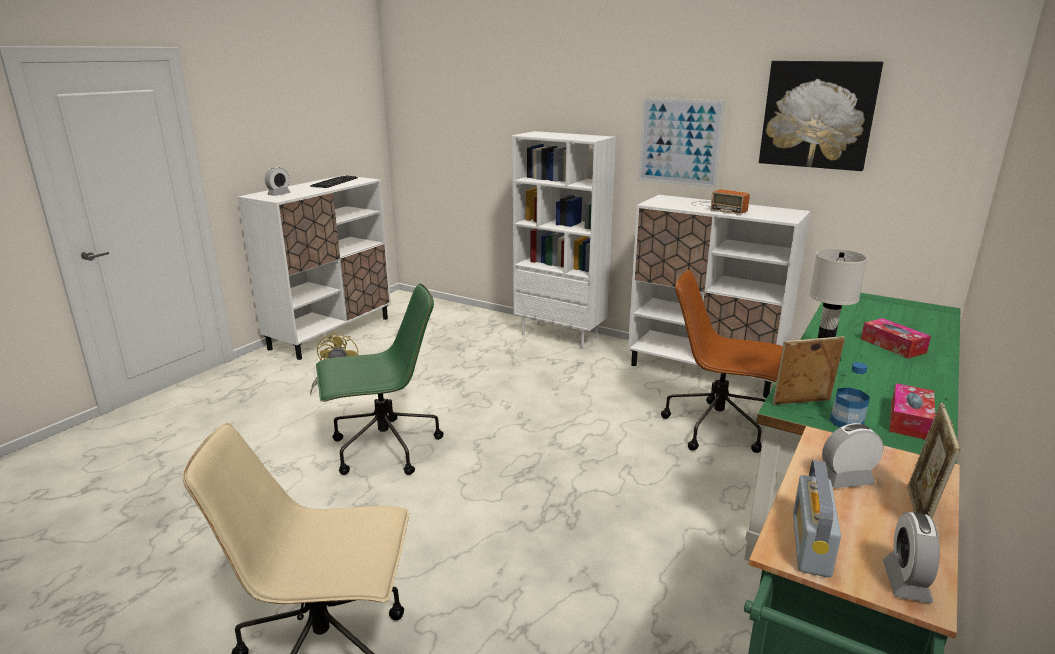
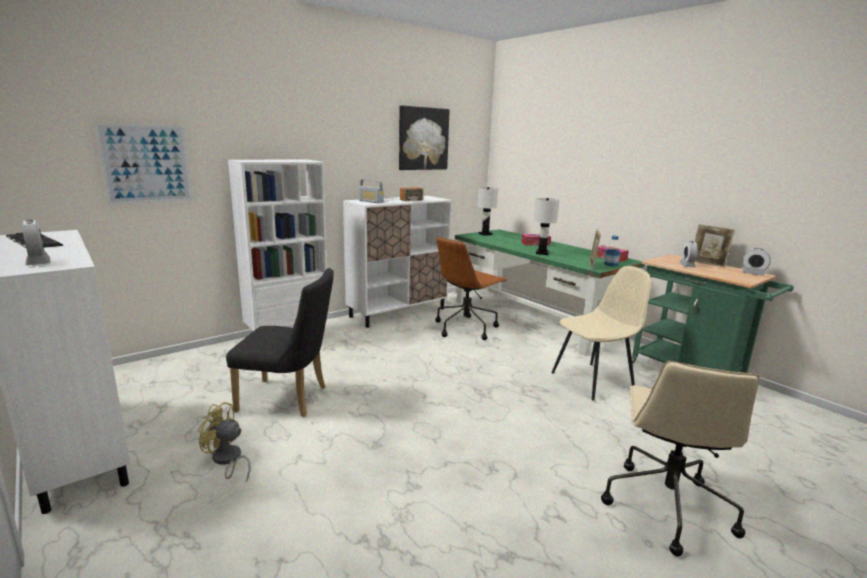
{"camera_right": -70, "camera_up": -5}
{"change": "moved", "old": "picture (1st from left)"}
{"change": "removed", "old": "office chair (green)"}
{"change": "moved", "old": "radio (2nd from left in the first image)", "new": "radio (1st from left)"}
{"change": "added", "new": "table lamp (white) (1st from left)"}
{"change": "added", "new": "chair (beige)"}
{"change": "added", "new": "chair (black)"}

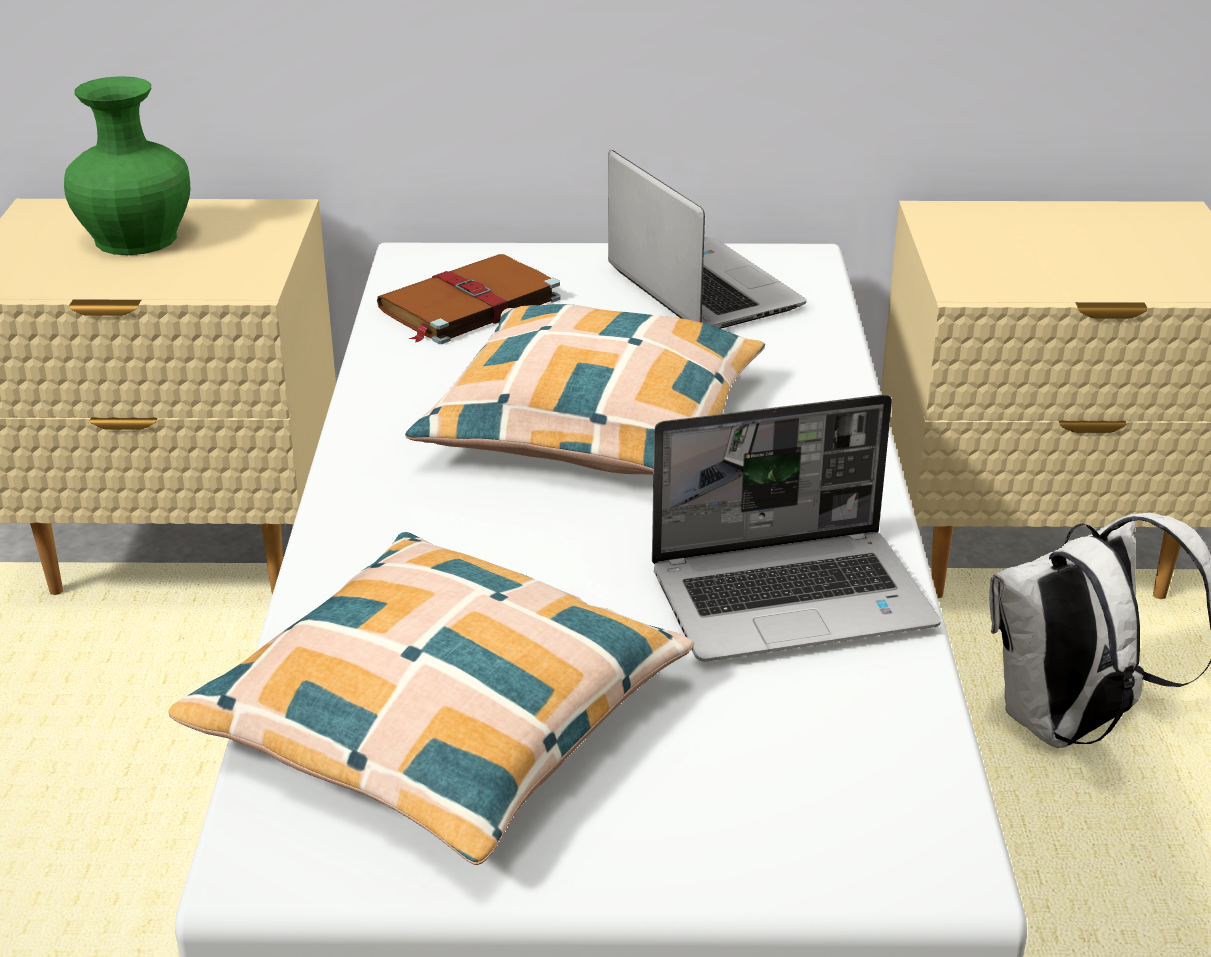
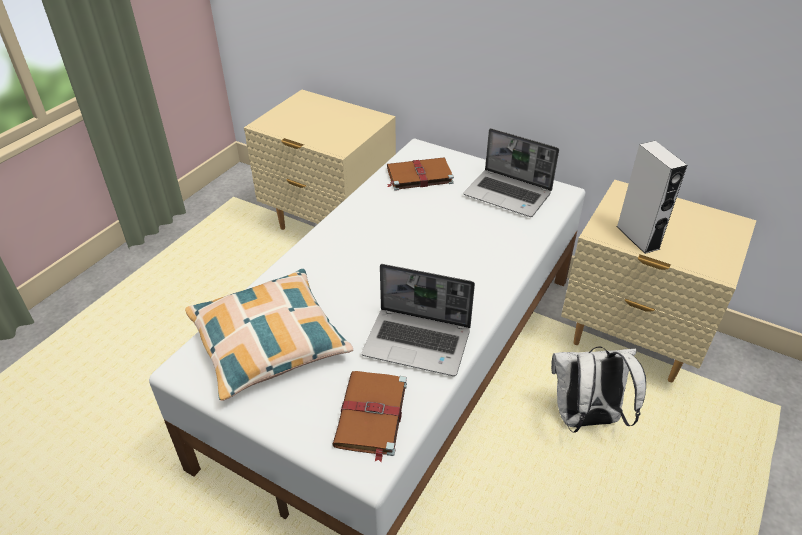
{"camera_right": 30, "camera_up": 10}
{"change": "removed", "old": "vase (green)"}
{"change": "turned", "old": "laptop (1st from left in the first image)", "degrees": 120}
{"change": "removed", "old": "pillow (2nd from left)"}
{"change": "added", "new": "speaker (grey)"}
{"change": "added", "new": "book (brown) (1st from left)"}

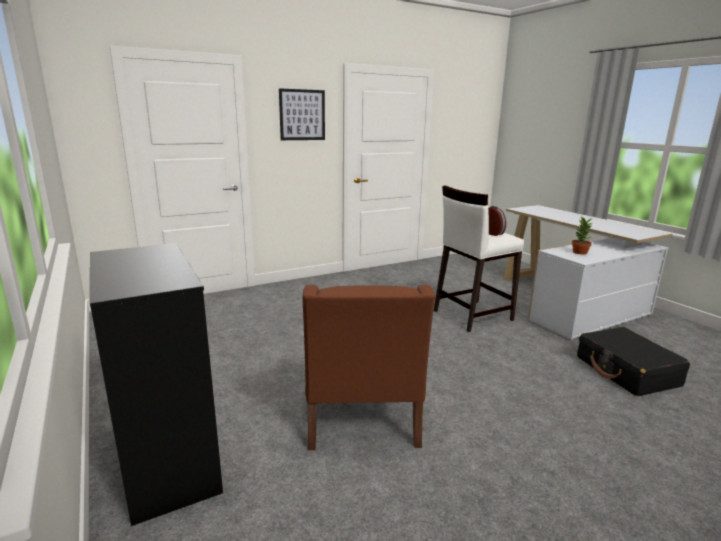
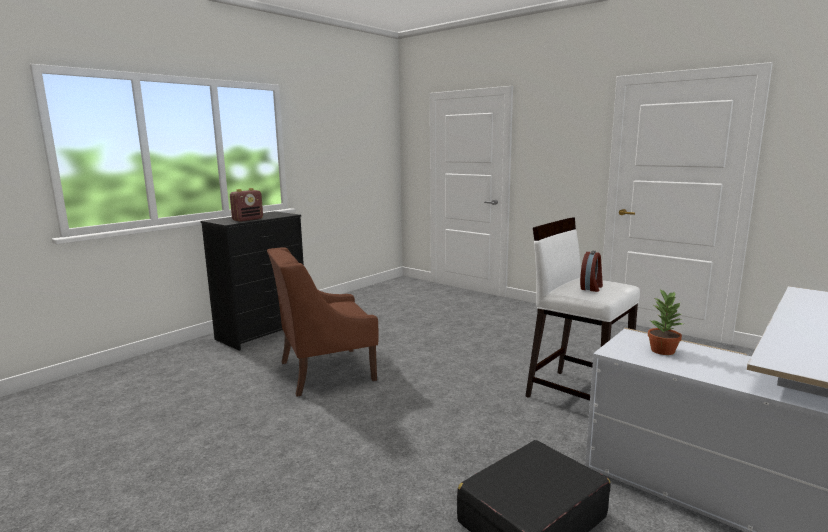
{"camera_right": 70, "camera_up": -5}
{"change": "removed", "old": "picture"}
{"change": "added", "new": "radio"}

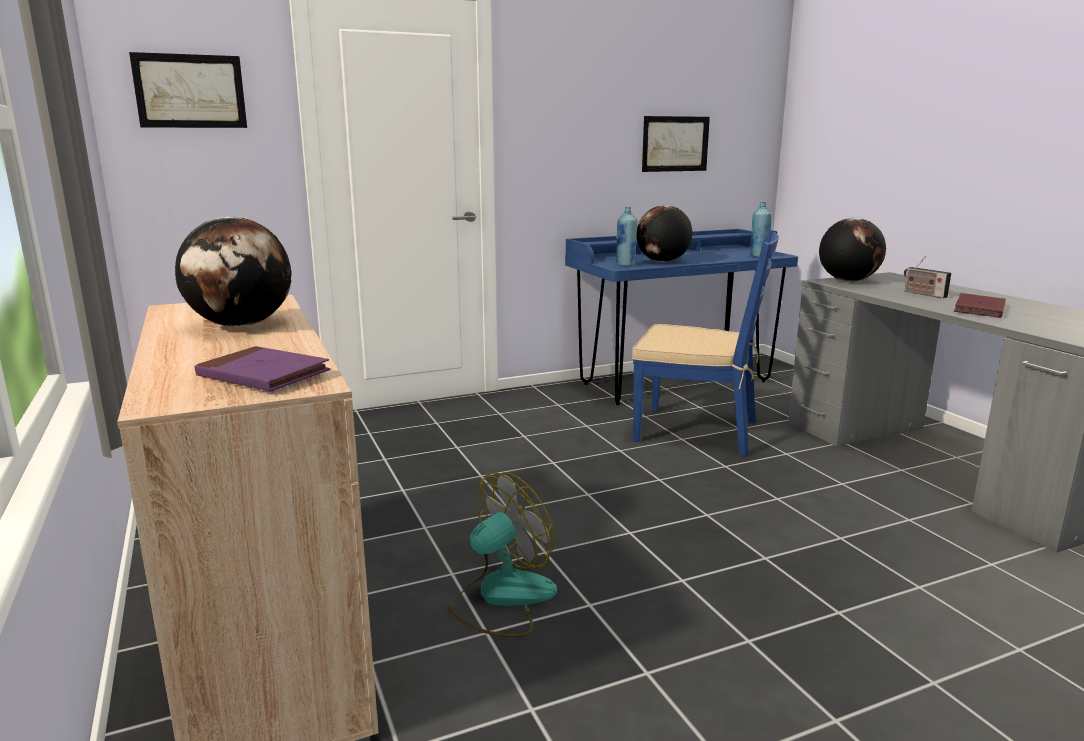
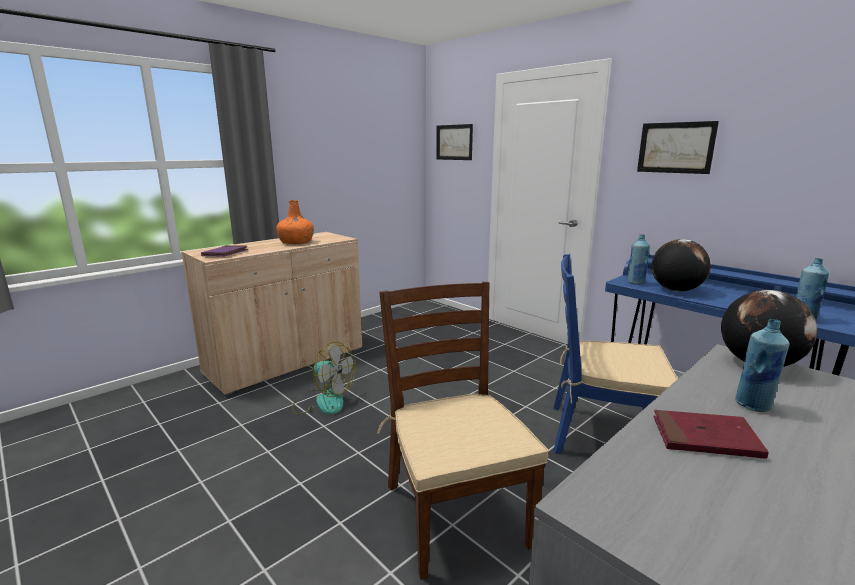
{"camera_right": 70, "camera_up": 0}
{"change": "moved", "old": "picture (2nd from left)"}
{"change": "replaced", "old": "globe (1st from left)", "new": "bottle (orange)"}
{"change": "turned", "old": "chair (blue)", "degrees": 105}
{"change": "replaced", "old": "radio", "new": "bottle (blue) (2nd from left)"}
{"change": "added", "new": "chair (brown)"}

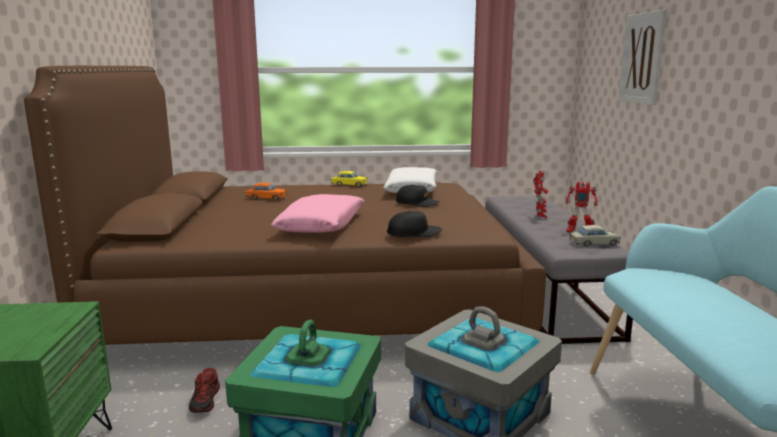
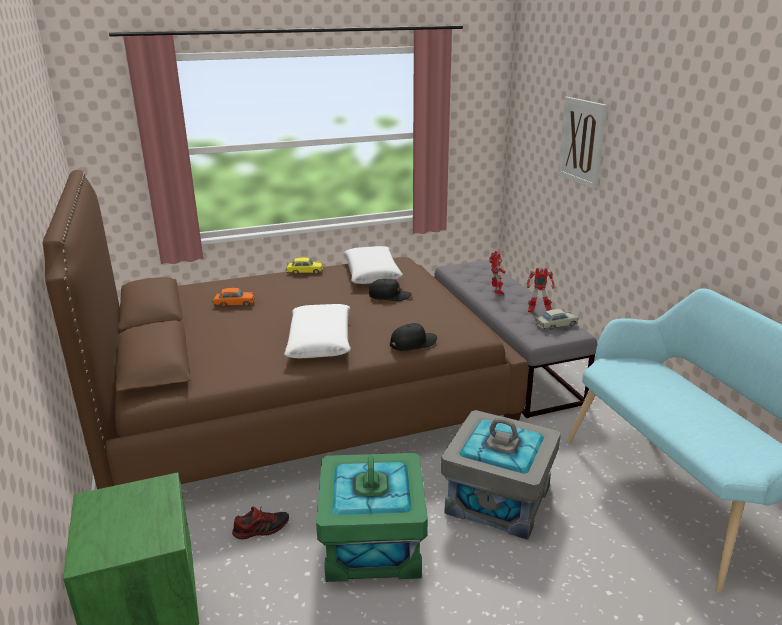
{"camera_right": -15, "camera_up": 10}
{"change": "recoloured", "old": "pillow (pink)", "new": "pillow (white) (1st from left)"}
{"change": "turned", "old": "shoe", "degrees": -90}

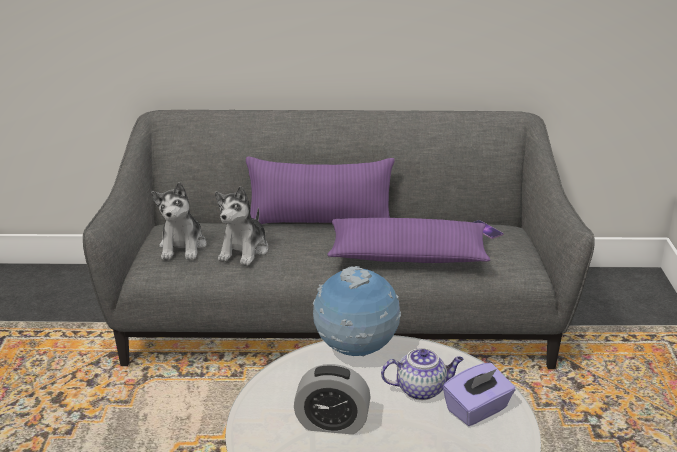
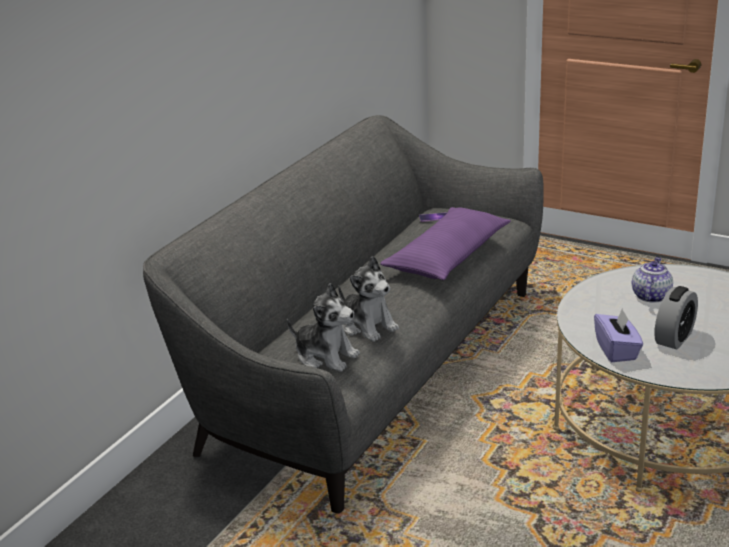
{"camera_right": -60, "camera_up": 0}
{"change": "removed", "old": "pillow (purple) (1st from left)"}
{"change": "removed", "old": "globe"}
{"change": "moved", "old": "tissue box (purple)"}

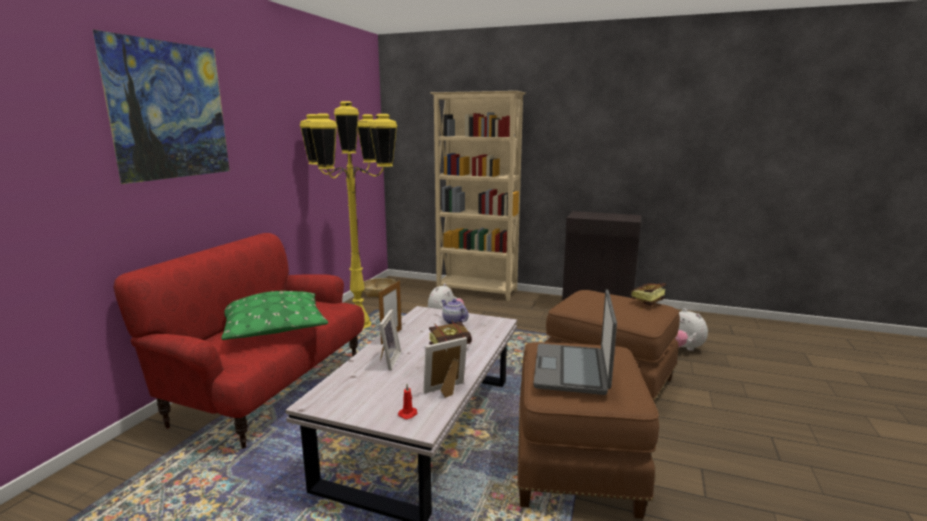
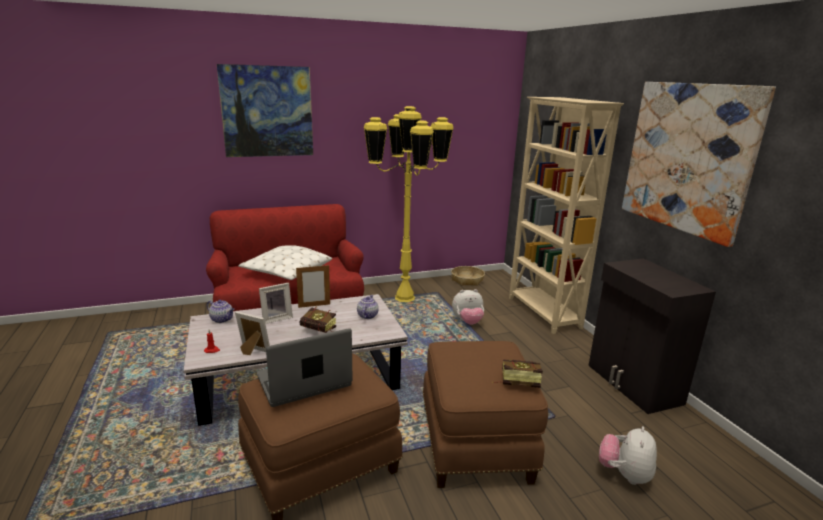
{"camera_right": 50, "camera_up": 5}
{"change": "recoloured", "old": "pillow (green)", "new": "pillow (white)"}
{"change": "added", "new": "picture (2nd from left)"}
{"change": "added", "new": "teapot (1st from left)"}

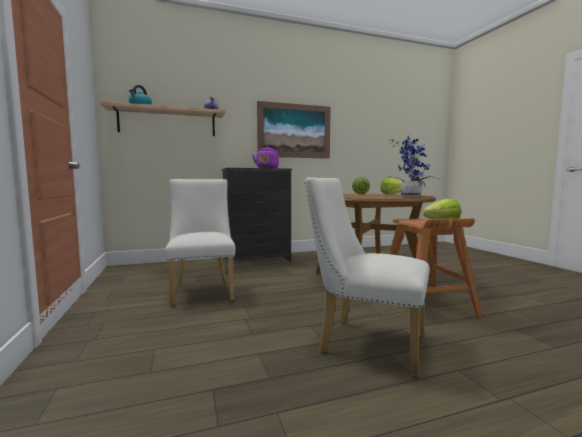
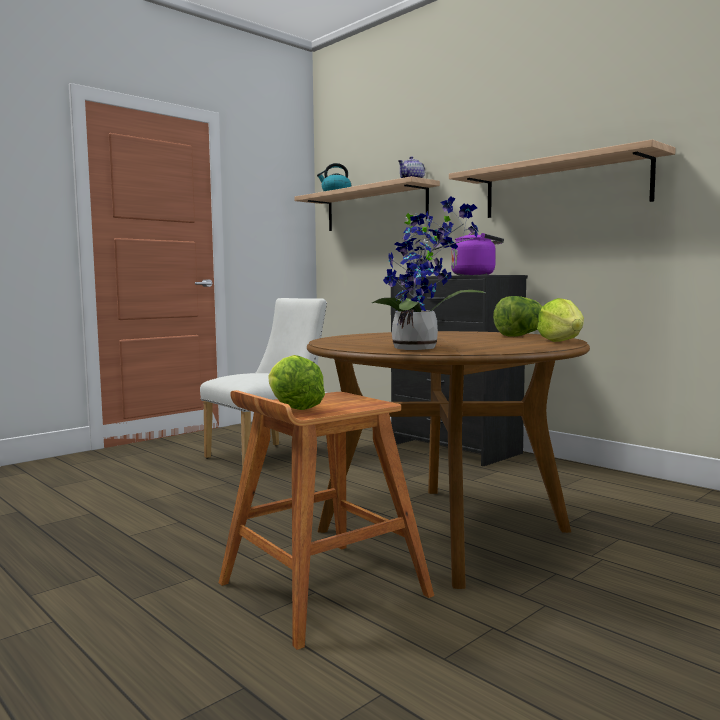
{"camera_right": 65, "camera_up": 0}
{"change": "replaced", "old": "picture", "new": "shelf (2nd from left)"}
{"change": "removed", "old": "chair (white) (2nd from left)"}

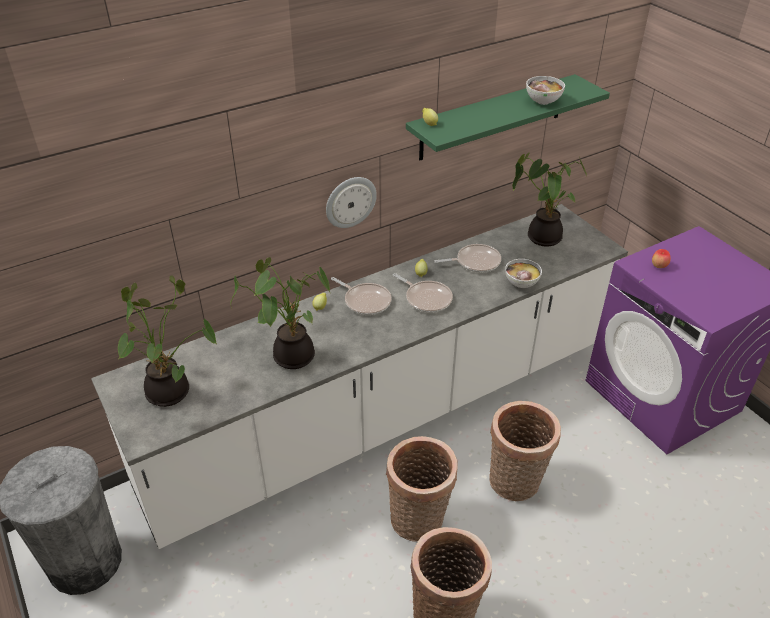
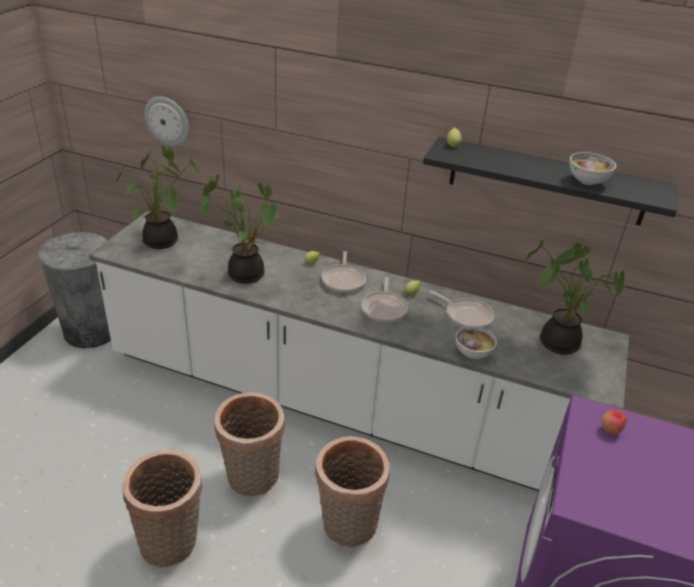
{"camera_right": 50, "camera_up": -5}
{"change": "recoloured", "old": "shelf (green)", "new": "shelf (black)"}
{"change": "moved", "old": "wall clock"}

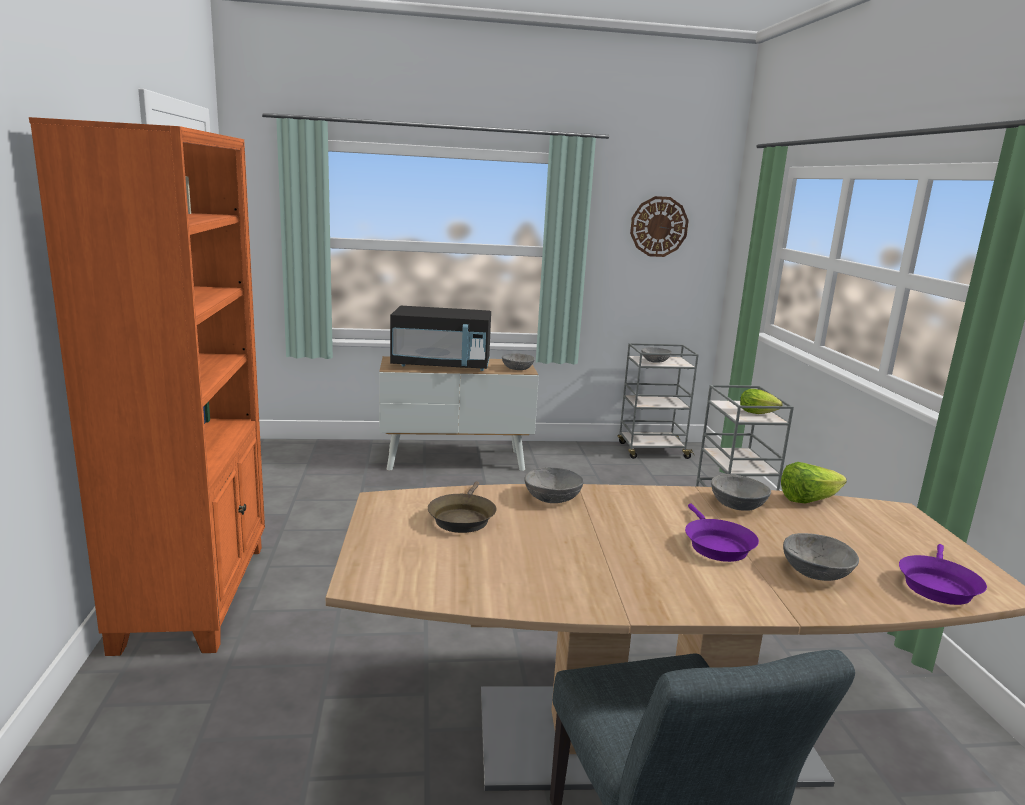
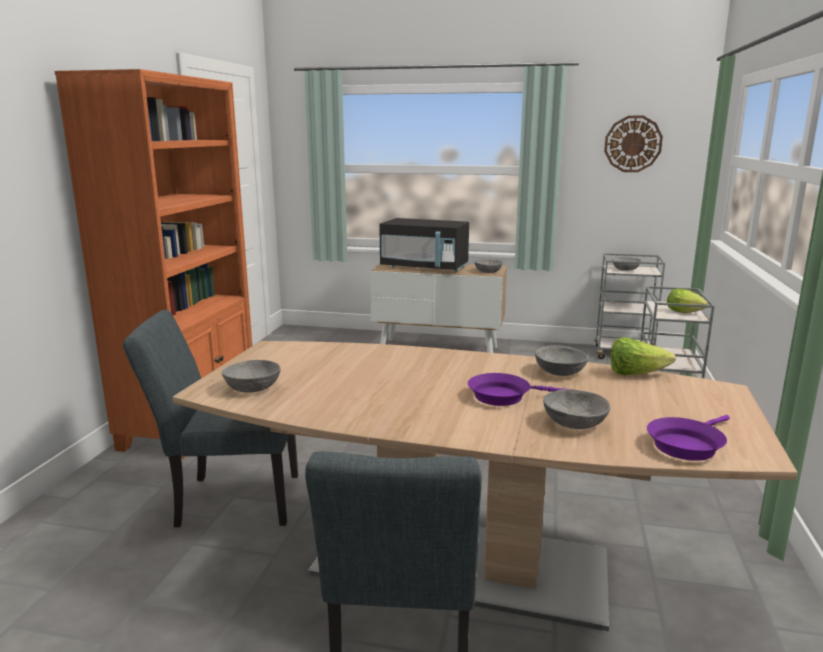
{"camera_right": 20, "camera_up": 0}
{"change": "moved", "old": "bowl (grey) (2nd from left in the first image)", "new": "bowl (grey) (1st from left)"}
{"change": "removed", "old": "frying pan (brown)"}
{"change": "turned", "old": "frying pan (purple) (1st from left)", "degrees": 75}
{"change": "added", "new": "chair (grey) (1st from left)"}

